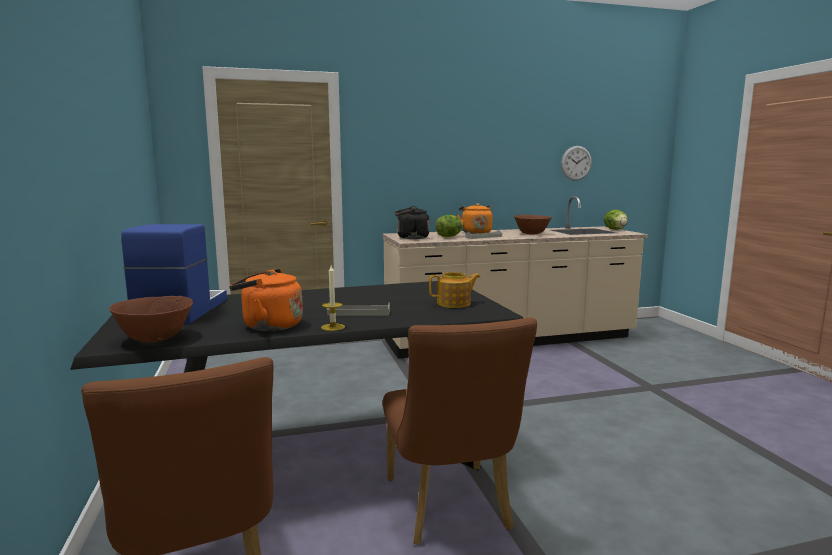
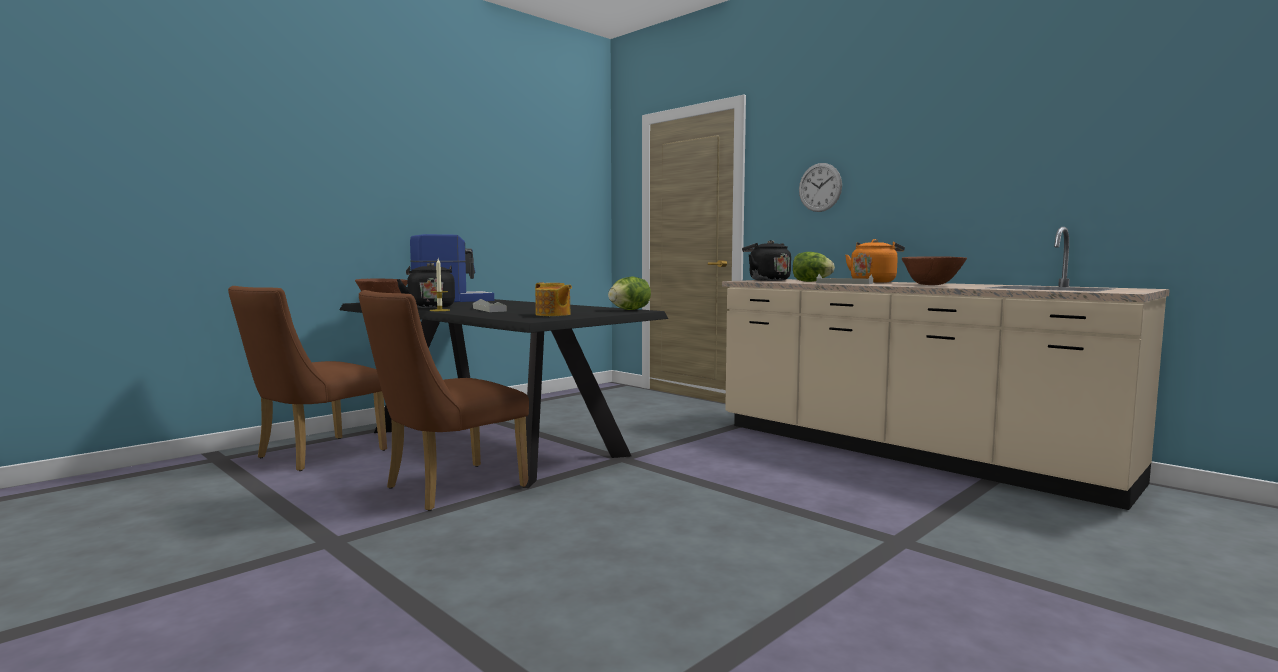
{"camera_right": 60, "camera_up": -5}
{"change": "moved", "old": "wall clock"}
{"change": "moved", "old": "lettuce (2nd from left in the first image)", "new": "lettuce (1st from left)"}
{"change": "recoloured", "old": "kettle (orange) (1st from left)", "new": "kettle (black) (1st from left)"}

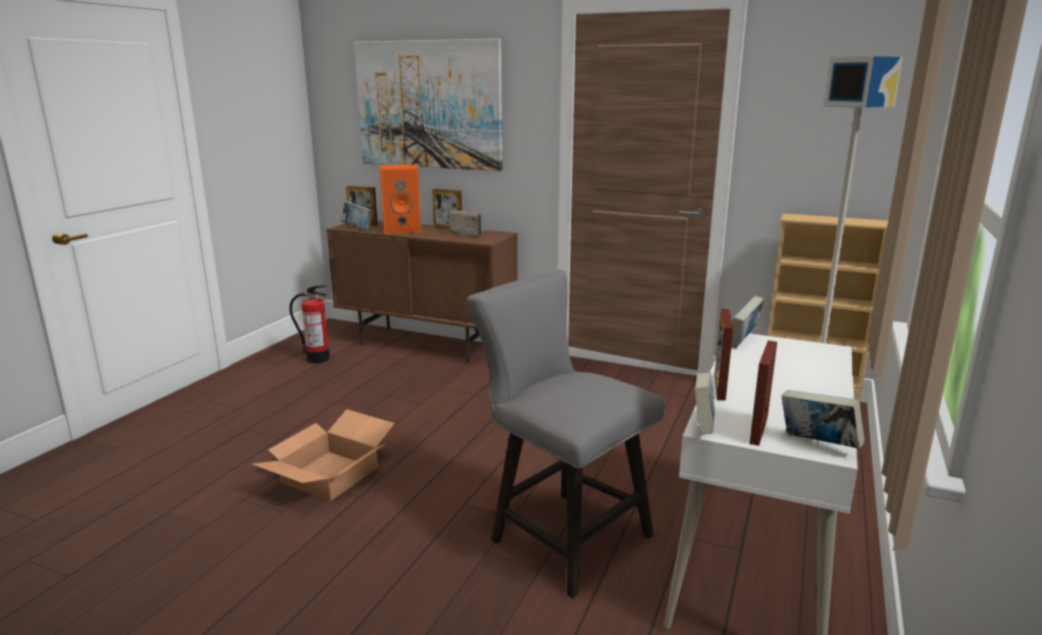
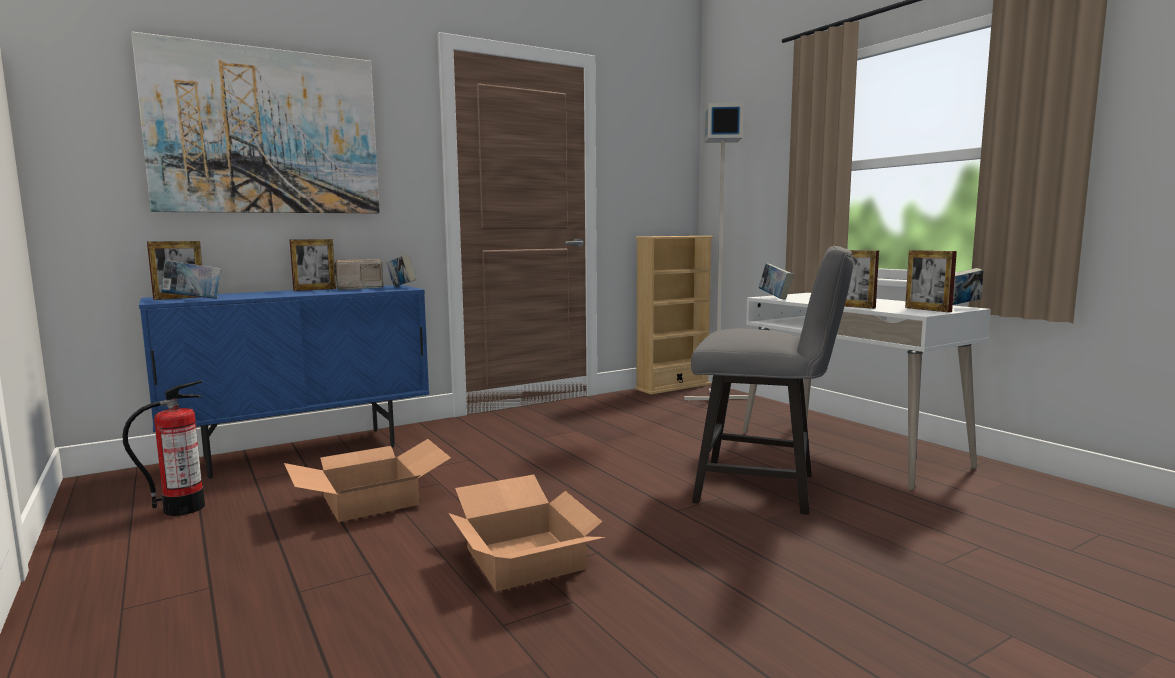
{"camera_right": -55, "camera_up": -10}
{"change": "removed", "old": "speaker (orange)"}
{"change": "recoloured", "old": "cabinet (brown)", "new": "cabinet (blue)"}
{"change": "turned", "old": "chair (grey)", "degrees": -150}
{"change": "moved", "old": "book (2nd from left)"}
{"change": "added", "new": "cardboard box (1st from left)"}

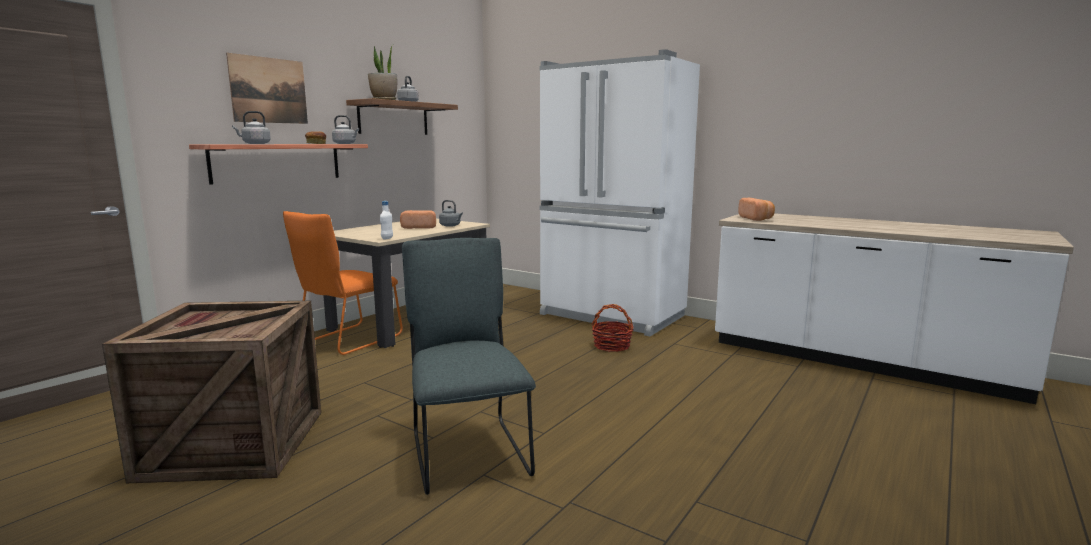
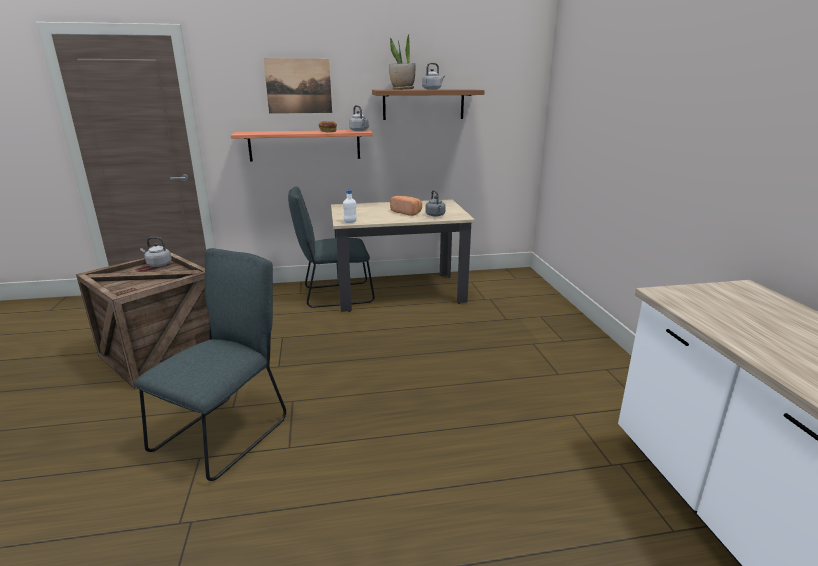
{"camera_right": 45, "camera_up": 10}
{"change": "removed", "old": "fridge (white)"}
{"change": "moved", "old": "kettle (grey) (1st from left)"}
{"change": "removed", "old": "bread (3rd from left)"}
{"change": "recoloured", "old": "chair (orange)", "new": "chair (grey) (2nd from left)"}
{"change": "removed", "old": "basket"}

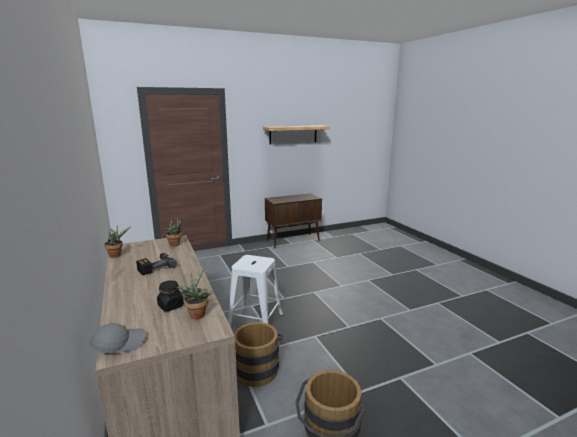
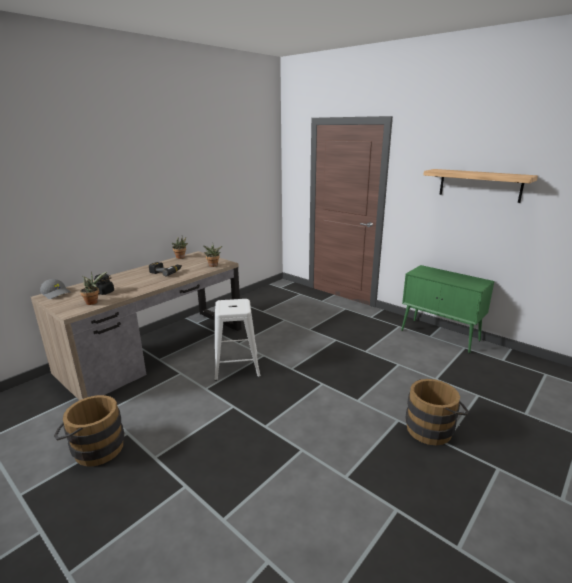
{"camera_right": 65, "camera_up": 5}
{"change": "recoloured", "old": "cabinet (brown)", "new": "cabinet (green)"}
{"change": "moved", "old": "bucket (brown) (1st from left in the first image)", "new": "bucket (brown) (2nd from left)"}

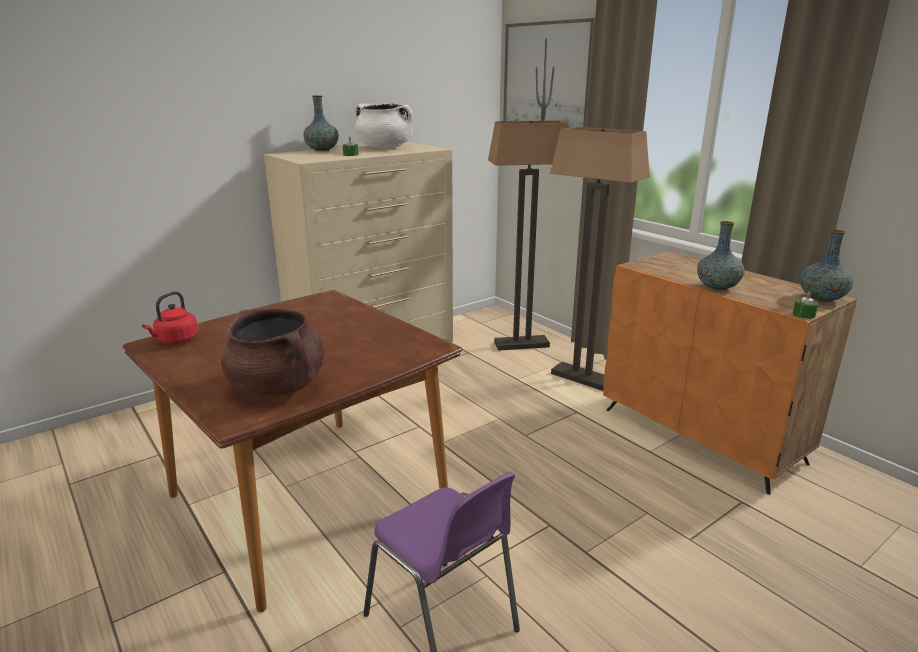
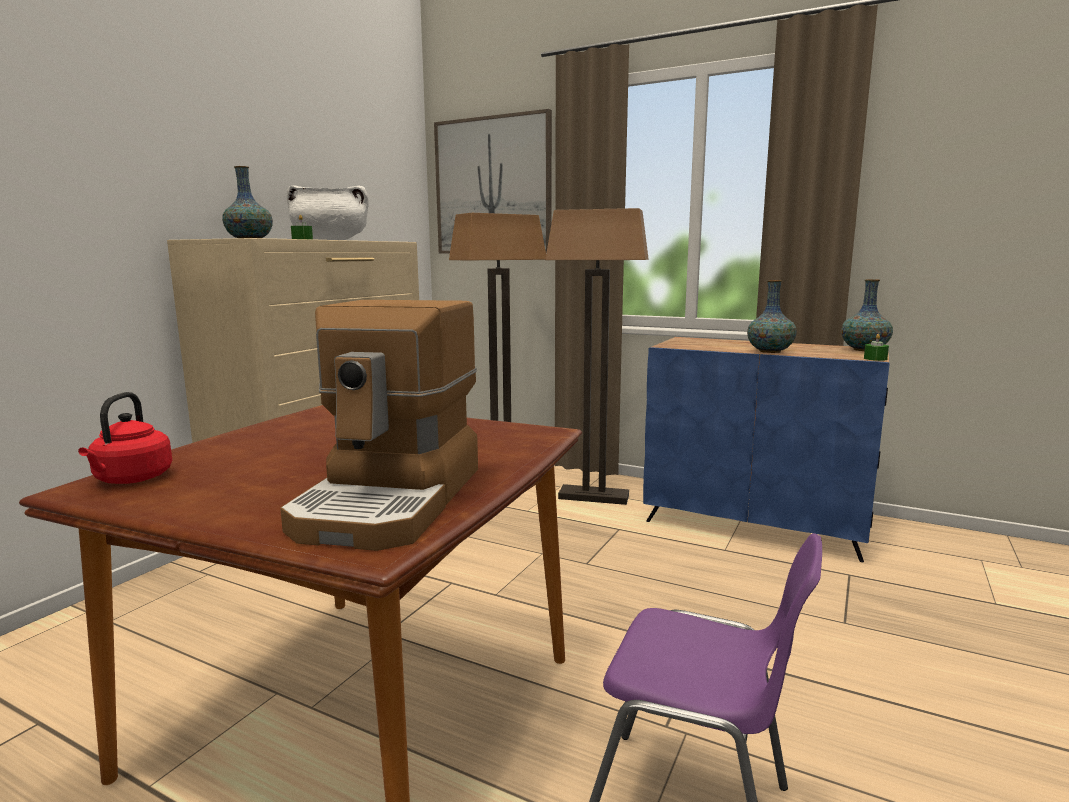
{"camera_right": -25, "camera_up": -10}
{"change": "recoloured", "old": "cabinet (orange)", "new": "cabinet (blue)"}
{"change": "replaced", "old": "cooking pot (brown)", "new": "coffee machine"}

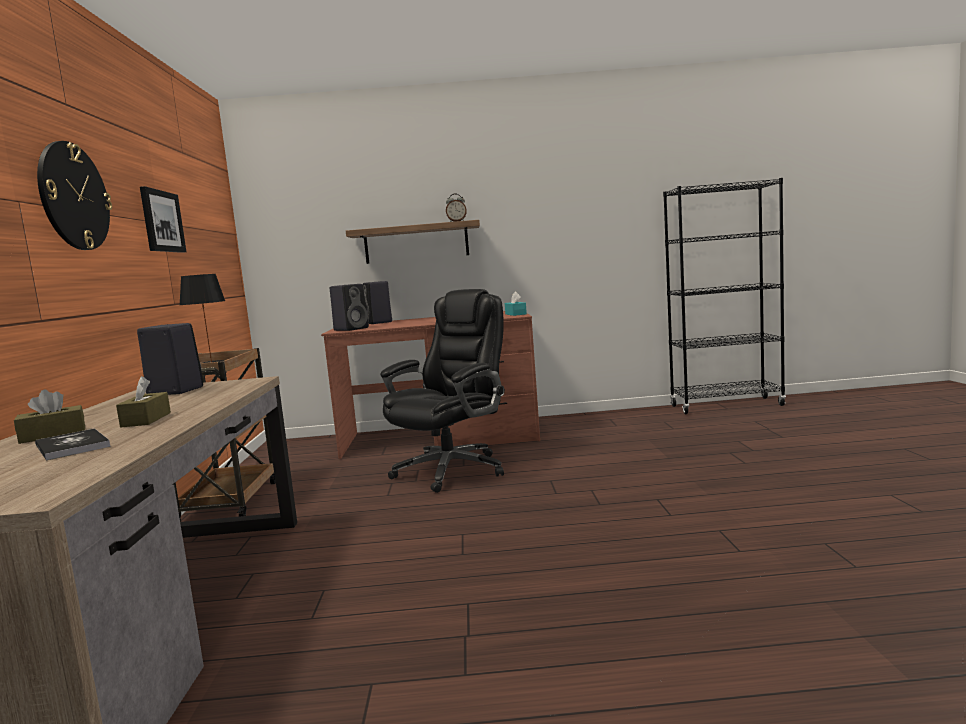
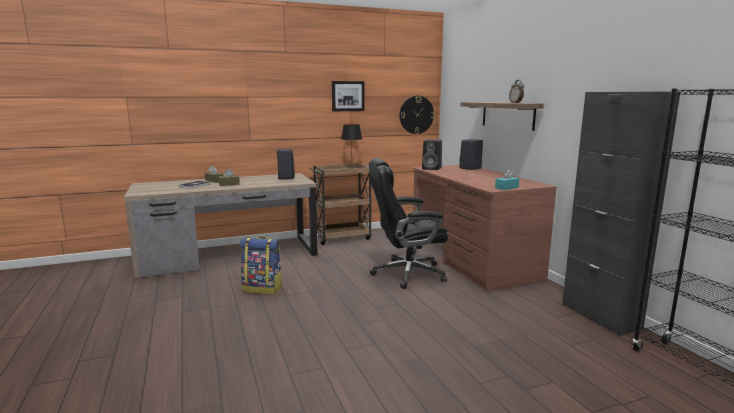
{"camera_right": 70, "camera_up": 5}
{"change": "moved", "old": "wall clock"}
{"change": "turned", "old": "office chair (black)", "degrees": 150}
{"change": "added", "new": "cabinet (black)"}
{"change": "added", "new": "backpack"}

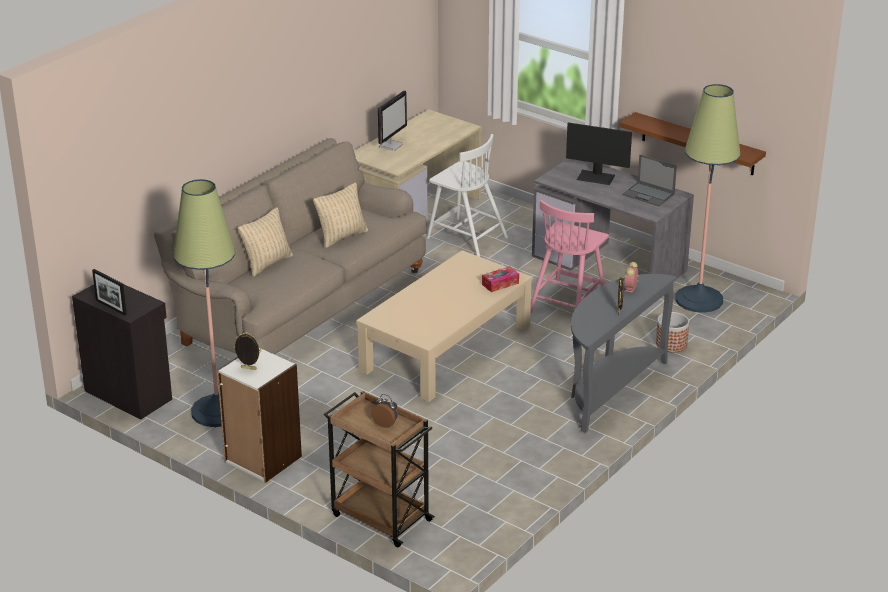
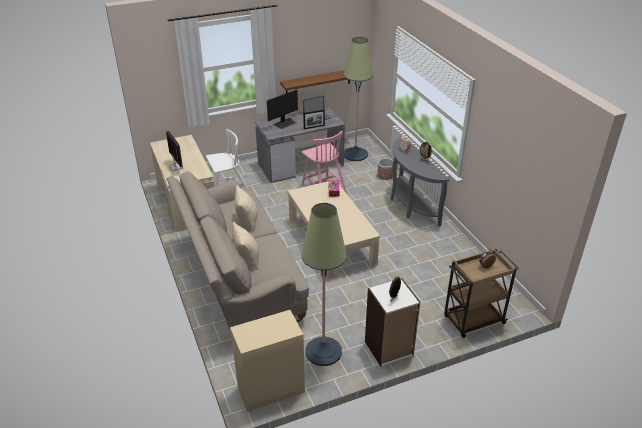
{"camera_right": -60, "camera_up": 5}
{"change": "moved", "old": "picture frame (1st from left)"}
{"change": "recoloured", "old": "cabinet (black)", "new": "cabinet (beige)"}

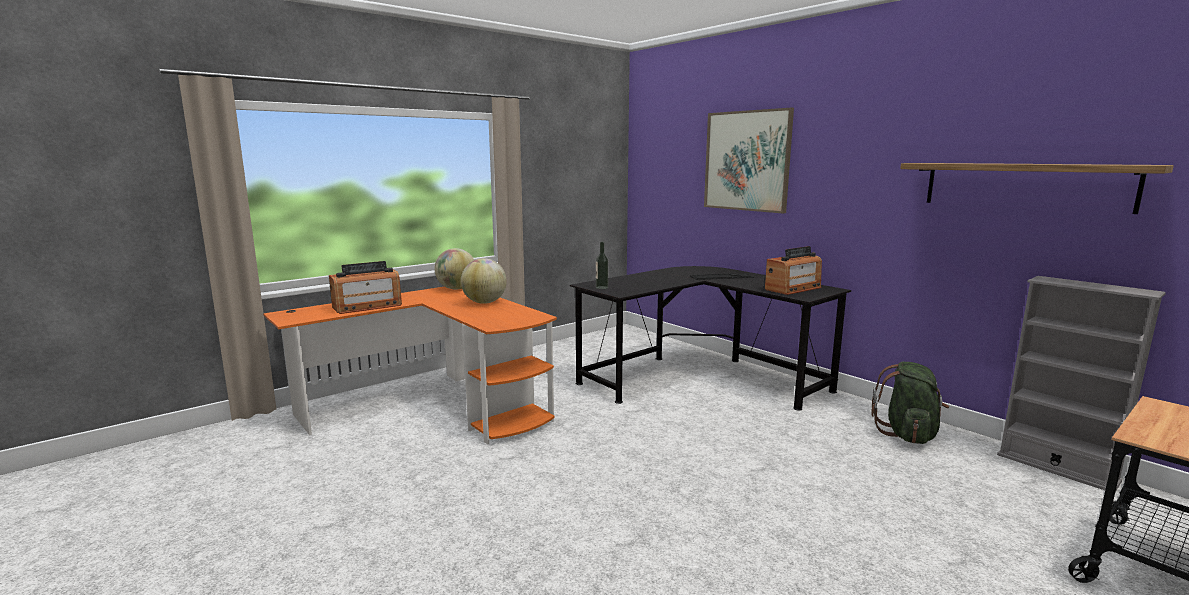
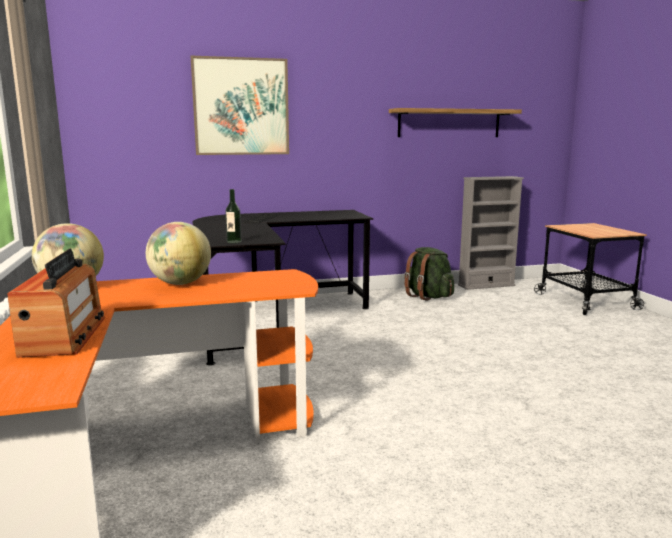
{"camera_right": -65, "camera_up": 0}
{"change": "removed", "old": "radio (2nd from left)"}

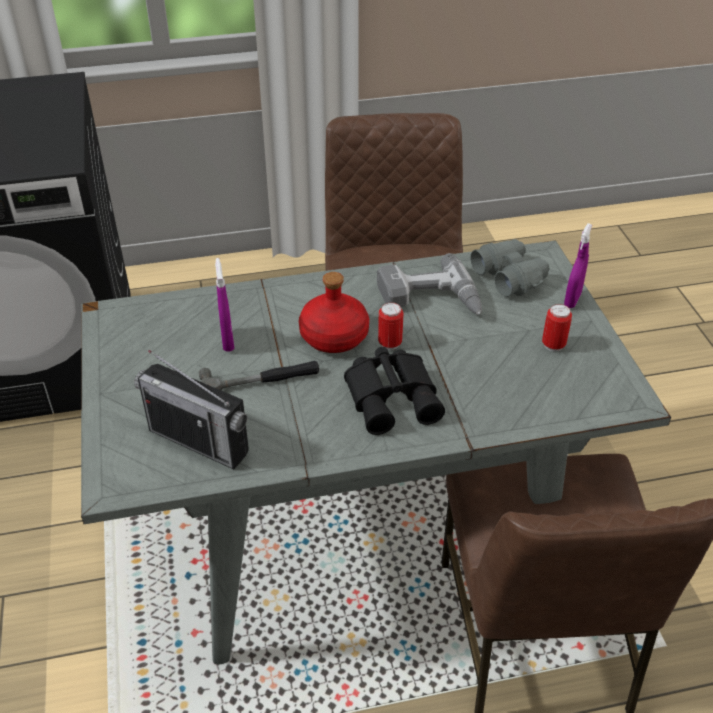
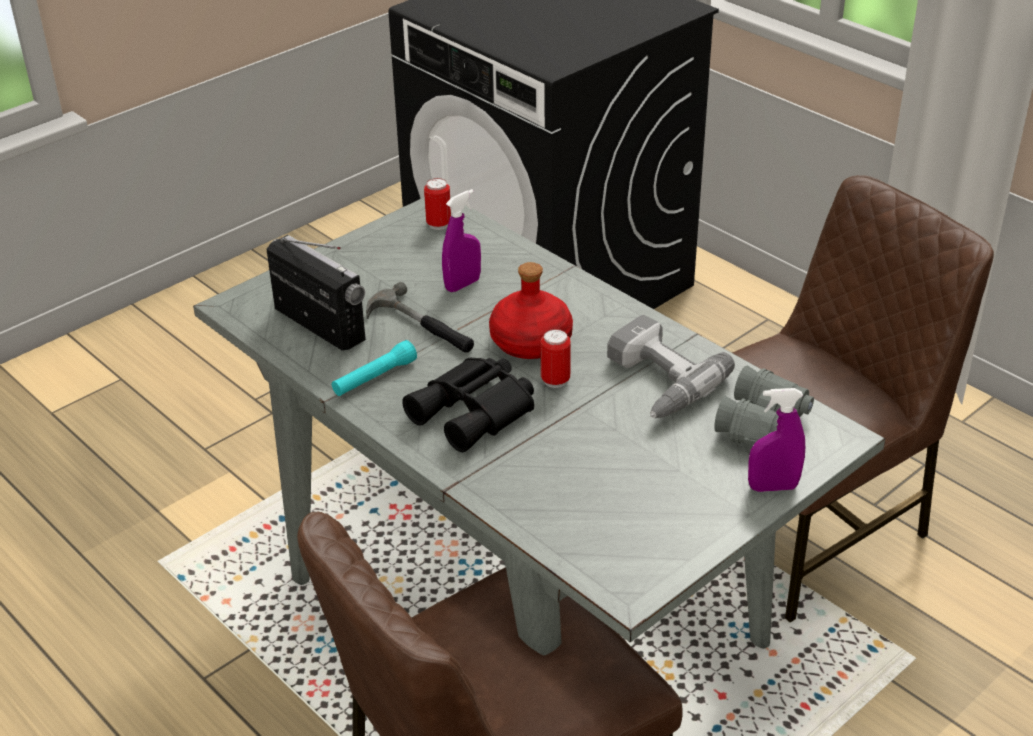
{"camera_right": 60, "camera_up": -5}
{"change": "moved", "old": "can (2nd from left in the first image)", "new": "can (1st from left)"}
{"change": "turned", "old": "radio", "degrees": 135}
{"change": "added", "new": "flashlight (turquoise)"}

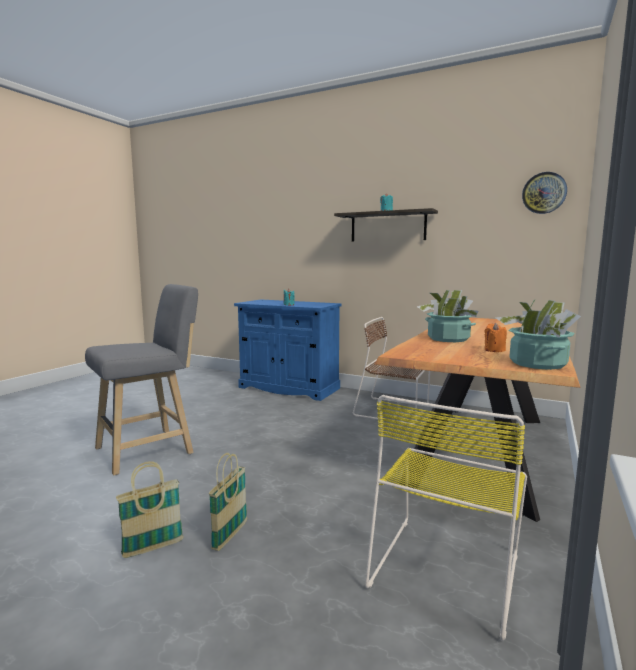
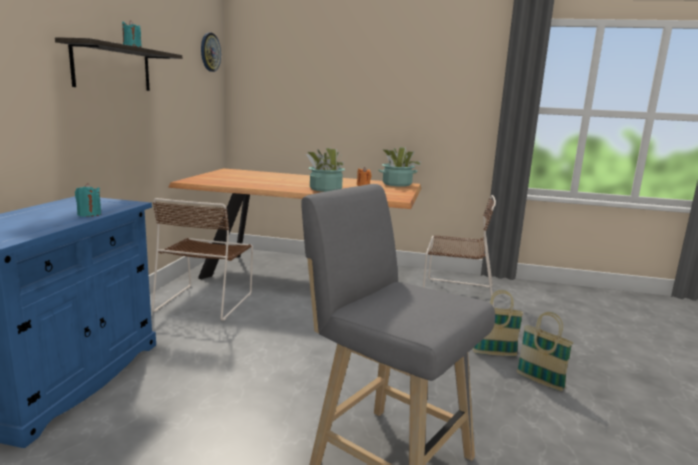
{"camera_right": -105, "camera_up": 5}
{"change": "recoloured", "old": "chair (yellow)", "new": "chair (brown) (2nd from left)"}

